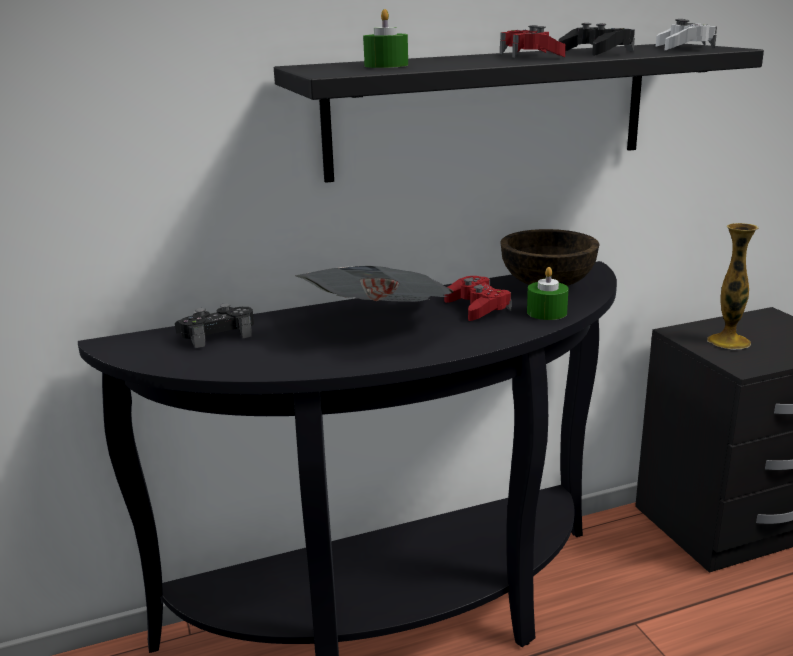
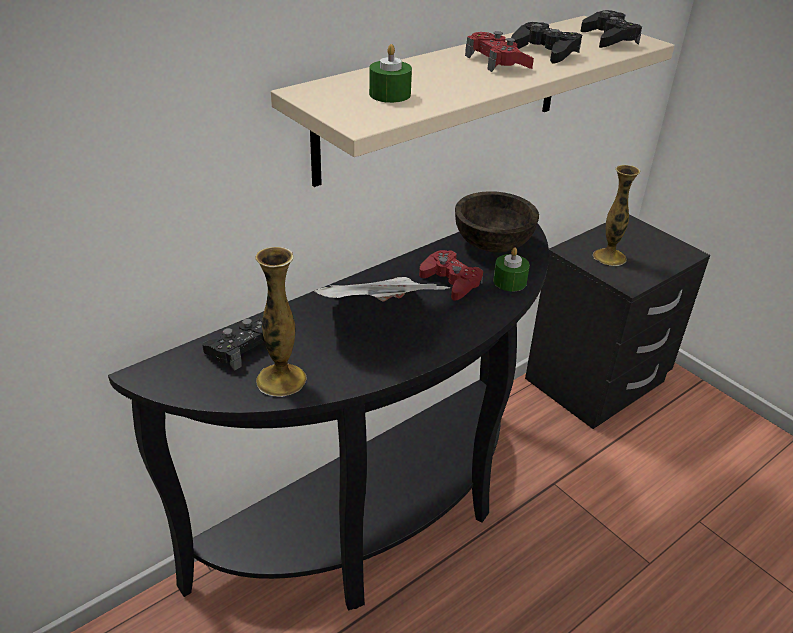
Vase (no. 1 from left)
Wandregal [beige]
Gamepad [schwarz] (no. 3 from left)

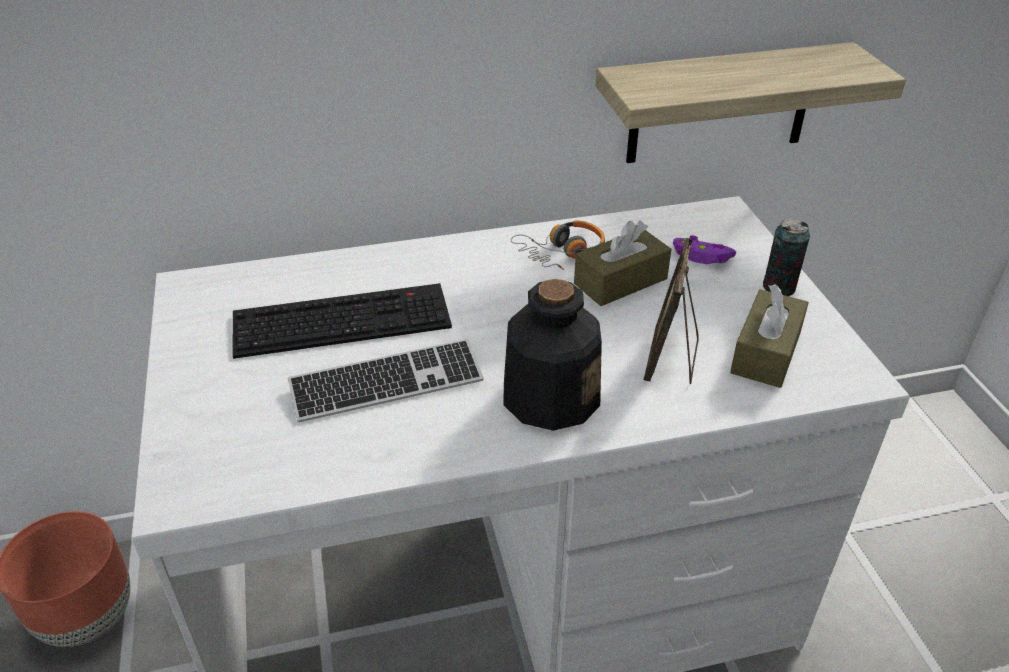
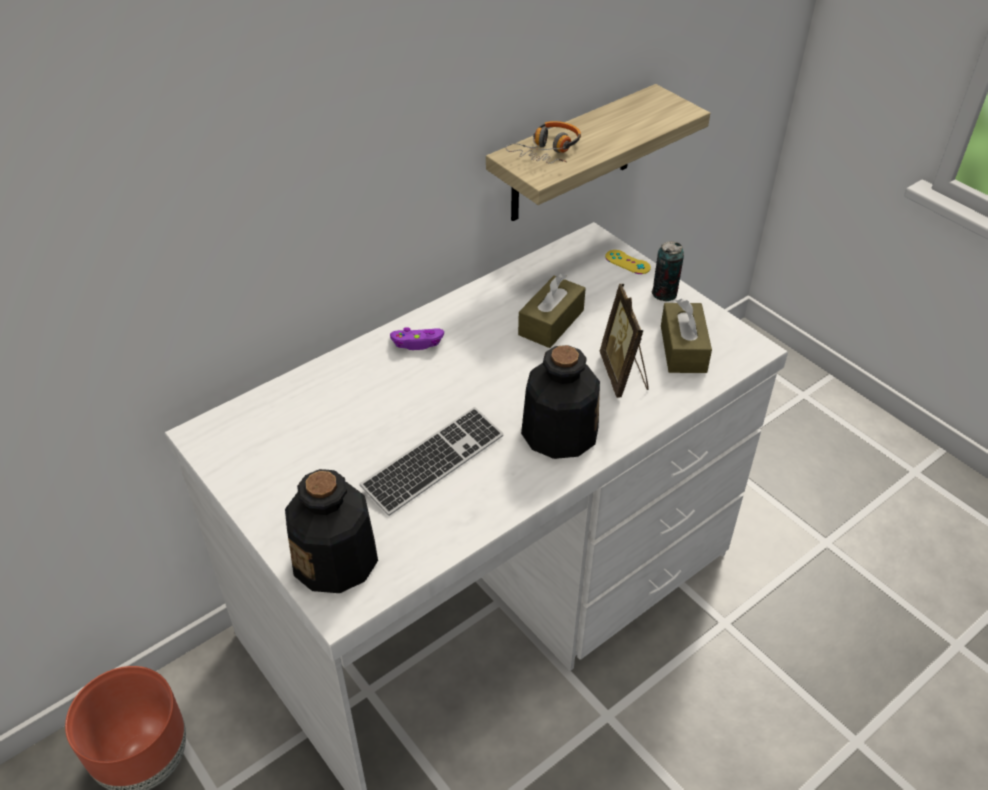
Tastatur (no. 1 from left in the first image)
Flasche (no. 1 from left)
Gamepad [gelb]
Kopfhörer
Gamepad [lila]

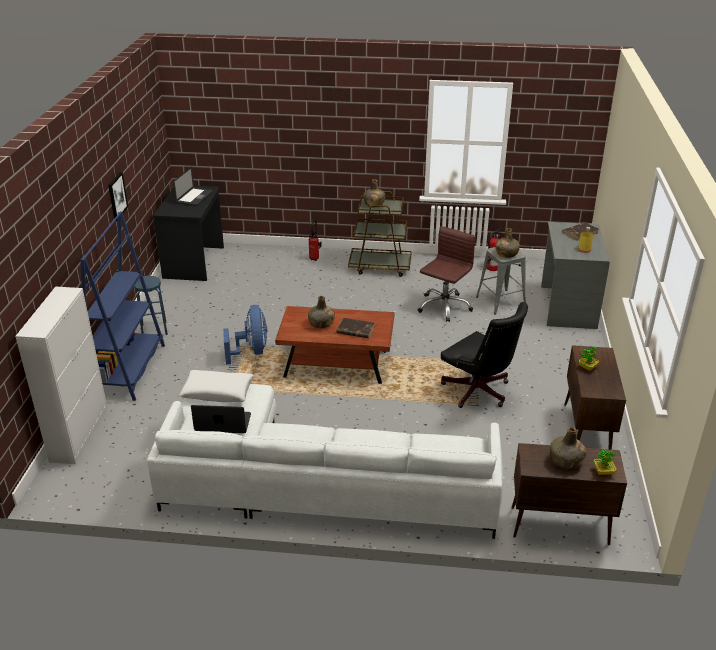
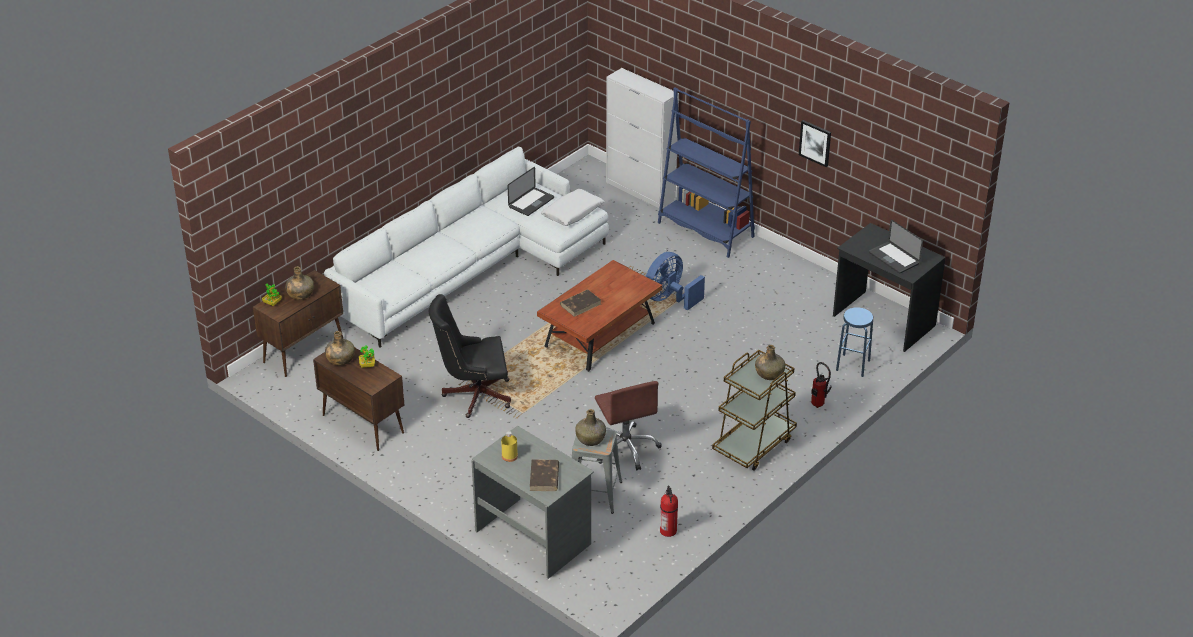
Hocker [blau]
Flasche [grün] (no. 2 from left)
Ventilator [blau]

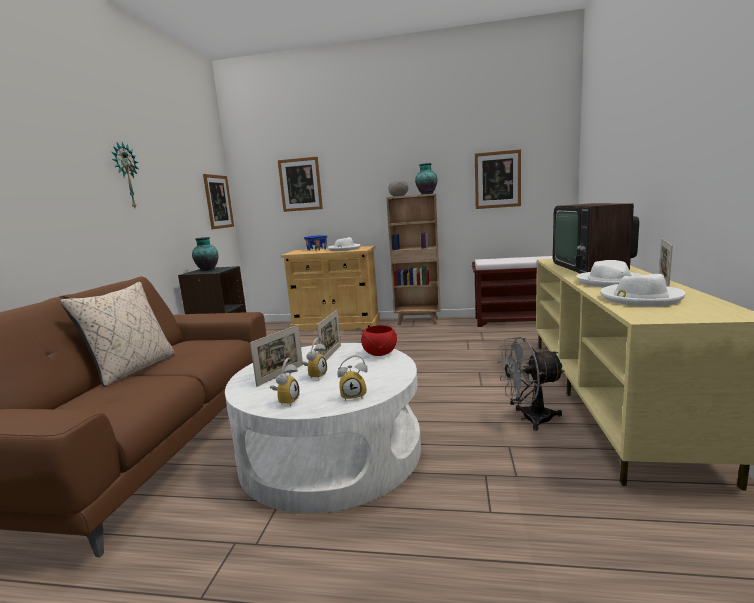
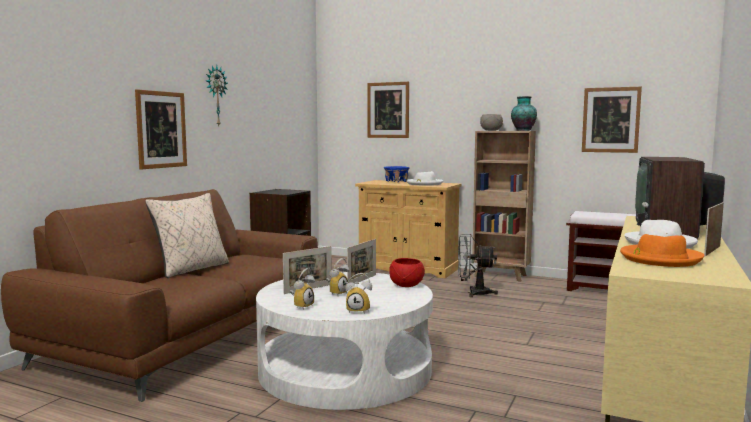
Vase (no. 1 from left in the first image)
Bild (no. 1 from left)
Ventilator [grau]
Hut [orange]

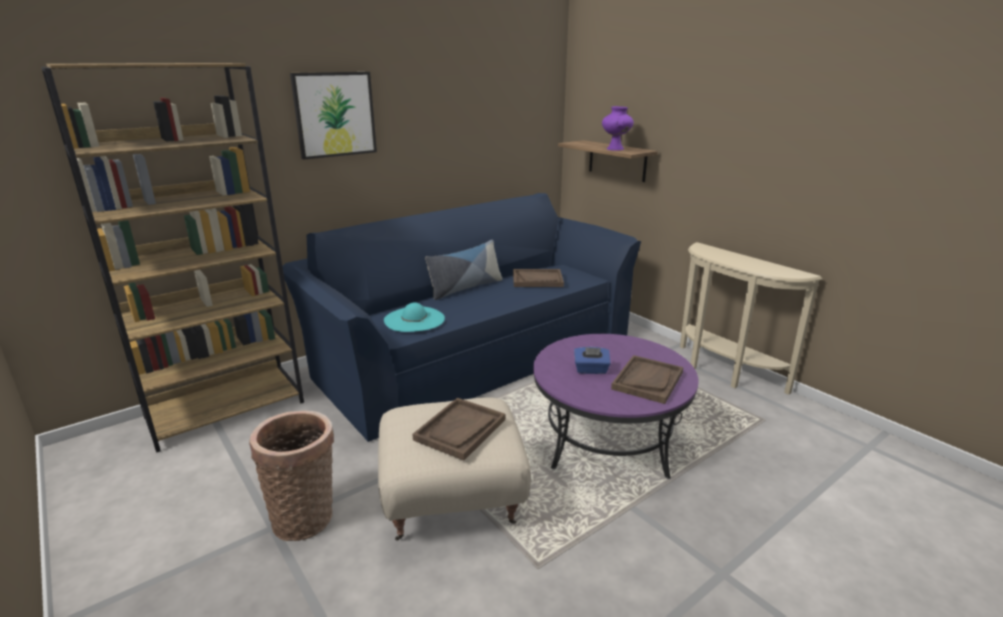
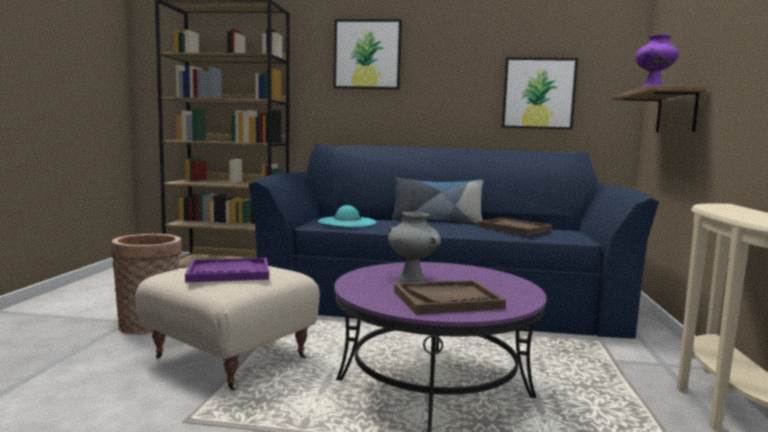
Bild (no. 2 from left)
Vase [grau]
Tablett [lila]

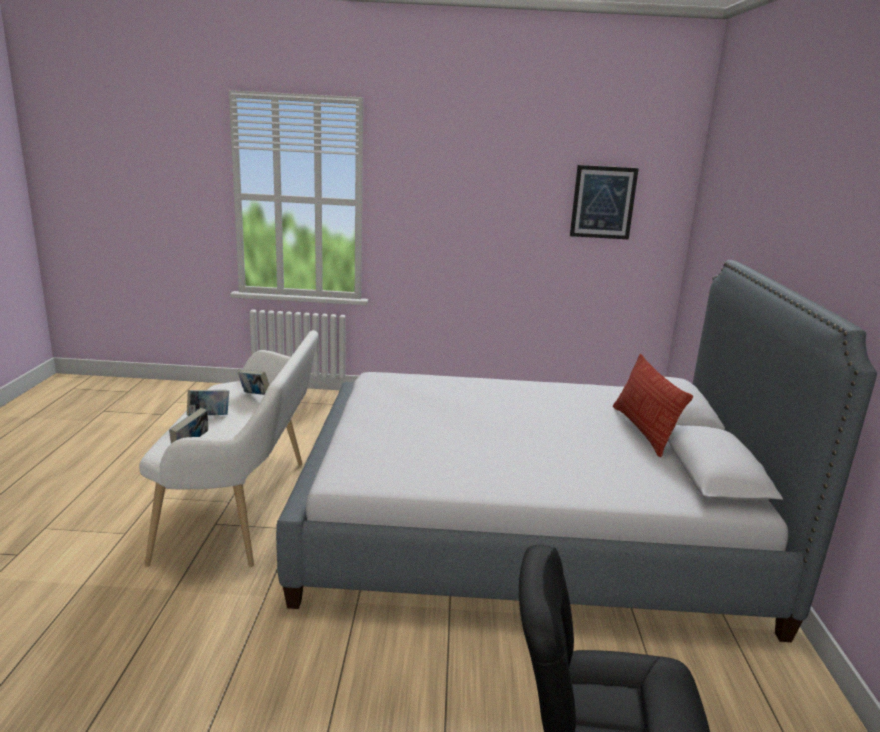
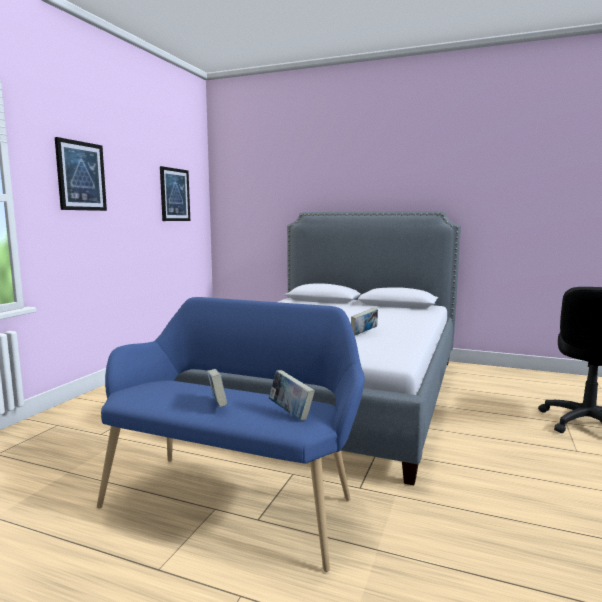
Kissen
Bild (no. 1 from left)
Buch (no. 3 from left)
Bank [blau]

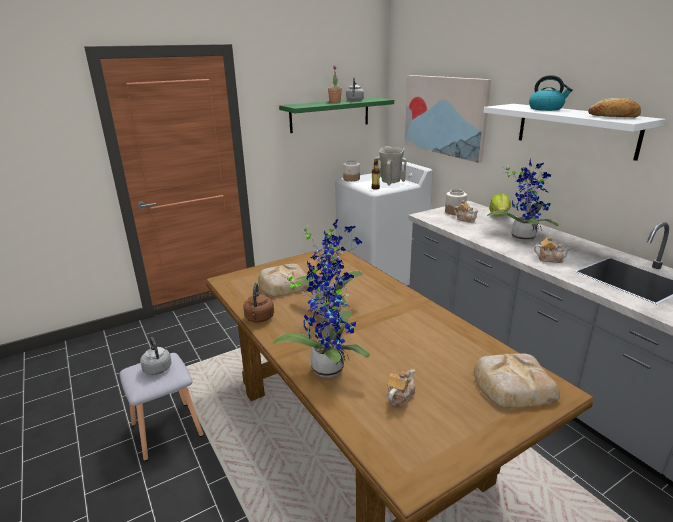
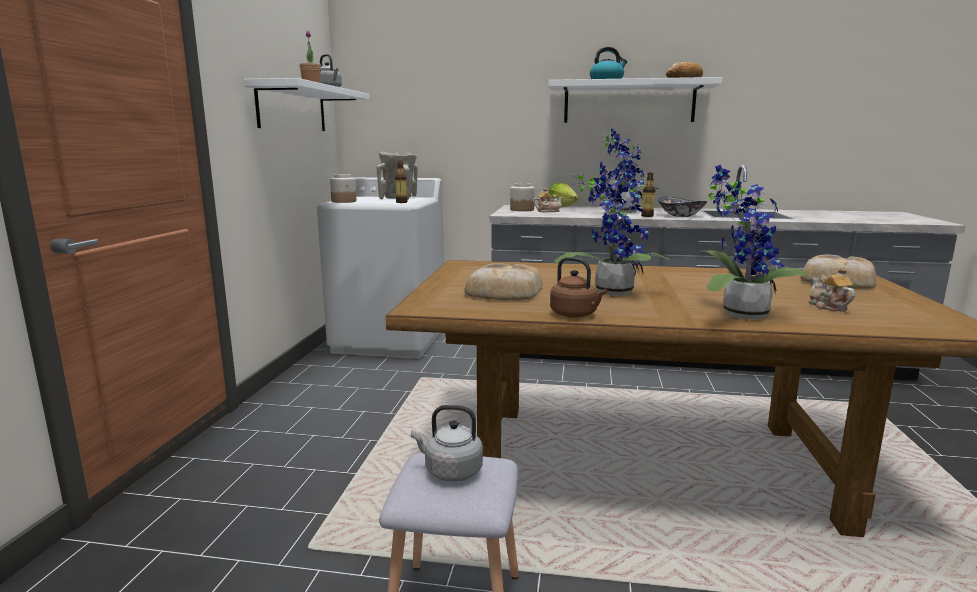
Bild
Flasche (no. 2 from left)
Schüssel
Wandregal [weiß] (no. 1 from left)

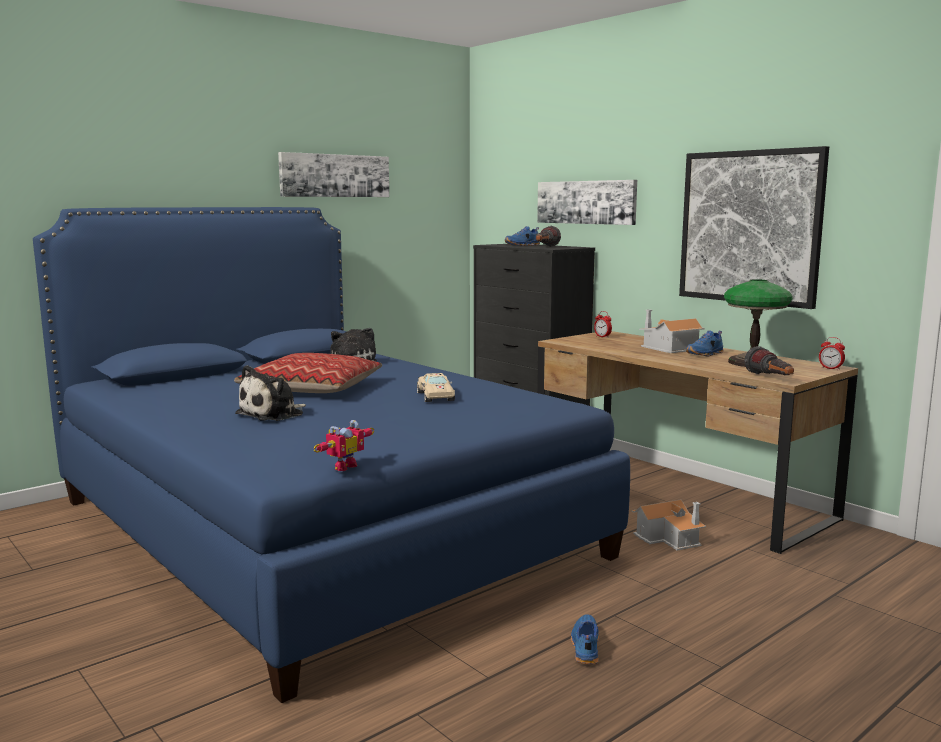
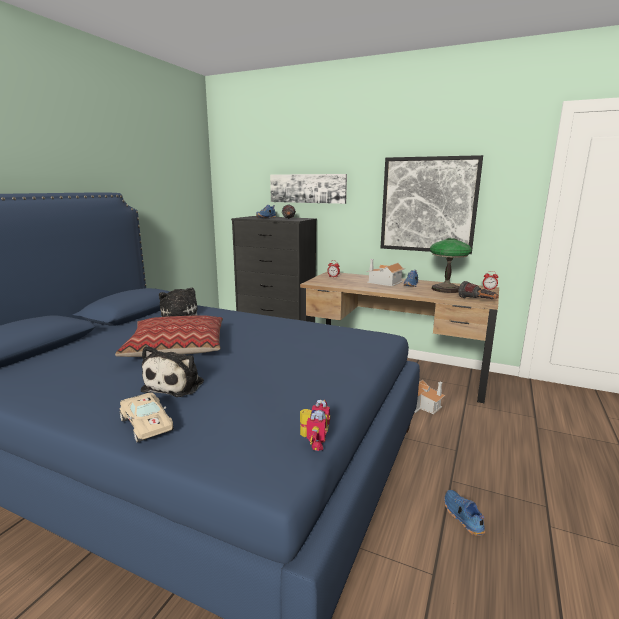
Bild (no. 1 from left in the first image)
Spielzeugauto [beige]

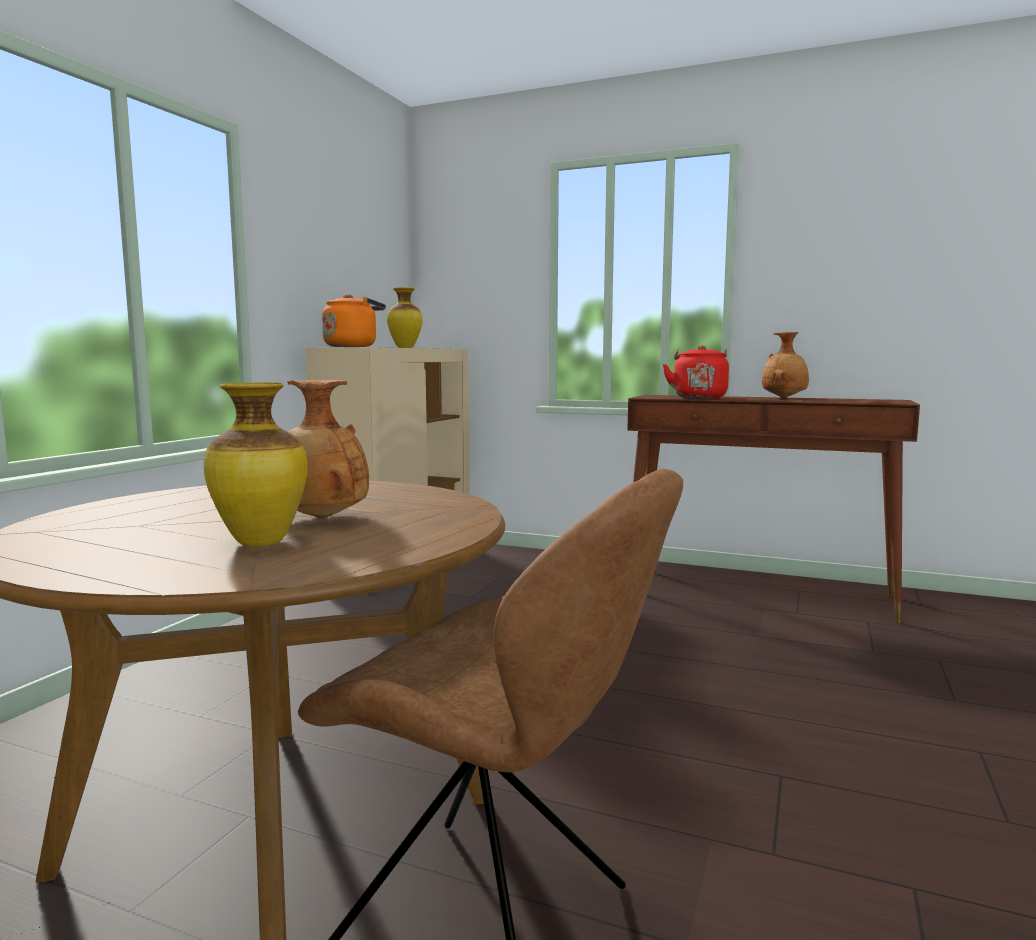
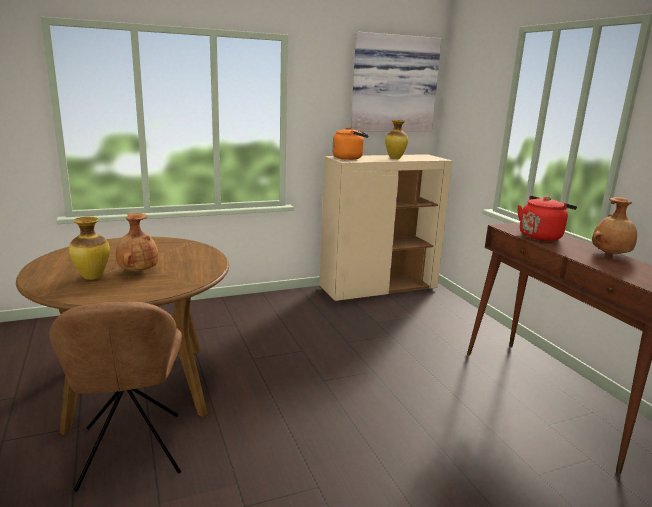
Bild

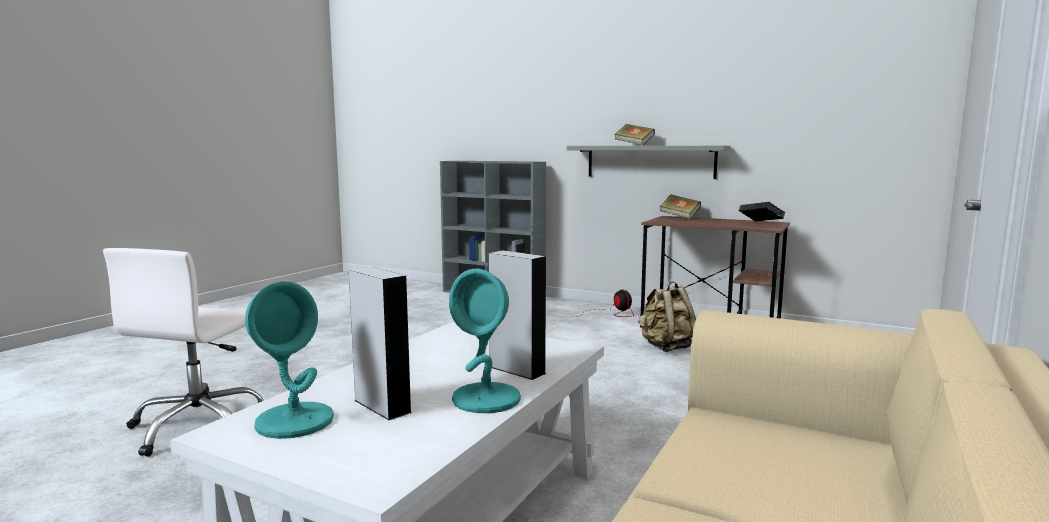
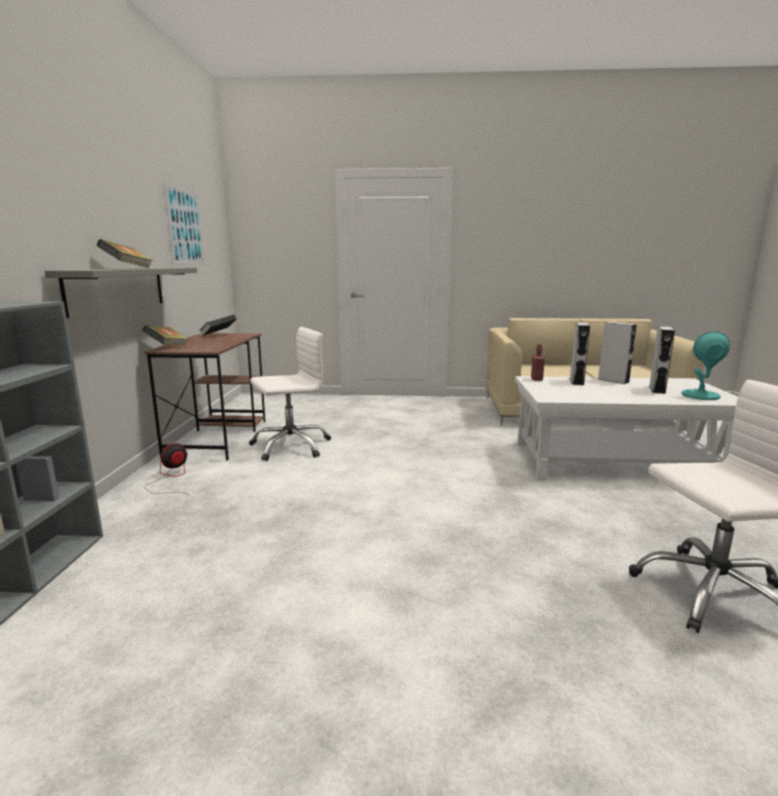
Bild
Flasche [rot]
Lautsprecher [grau] (no. 2 from left)
Bürostuhl [weiß] (no. 1 from left)

